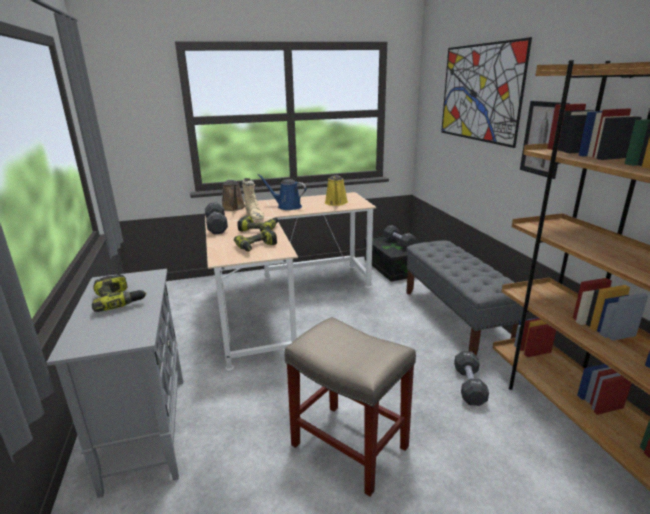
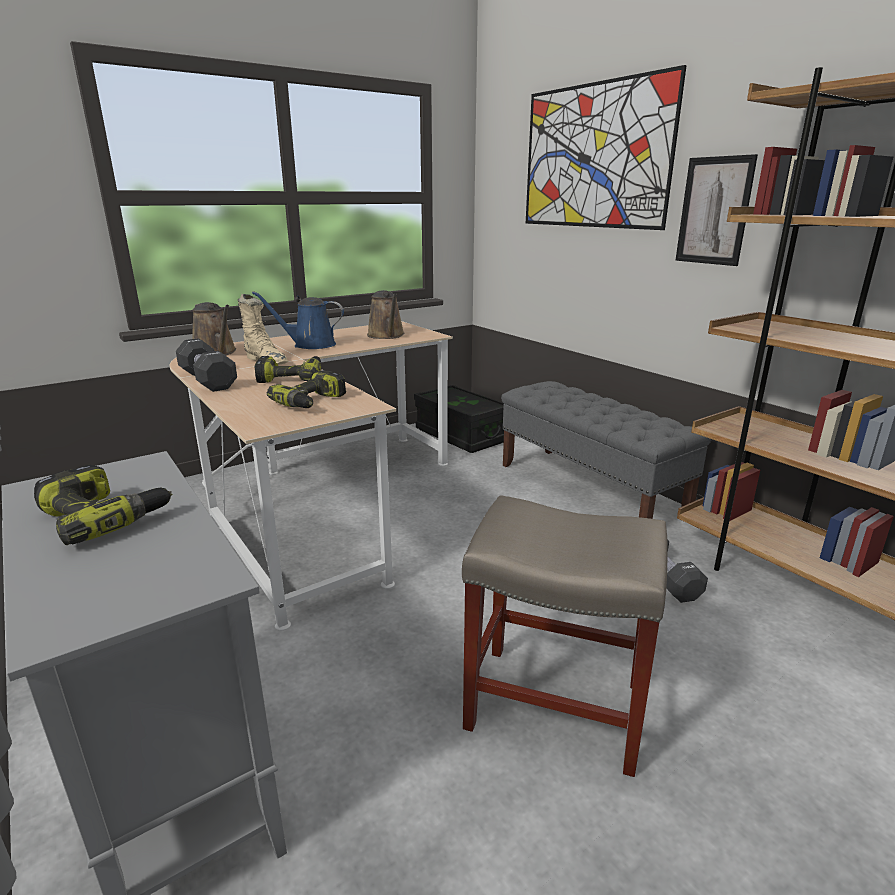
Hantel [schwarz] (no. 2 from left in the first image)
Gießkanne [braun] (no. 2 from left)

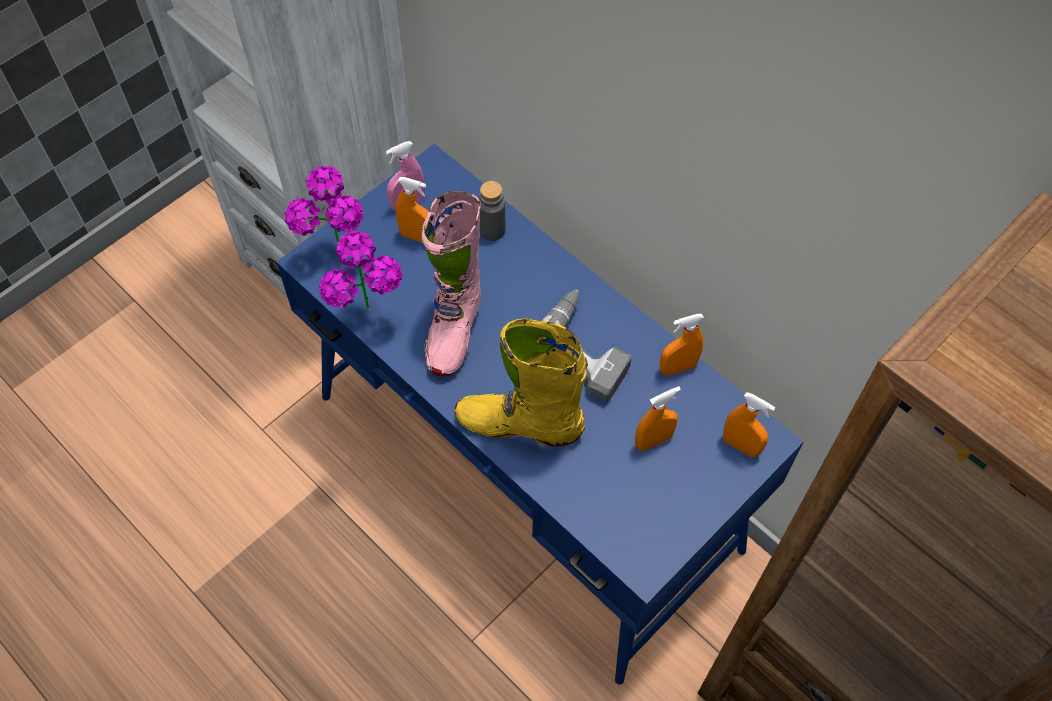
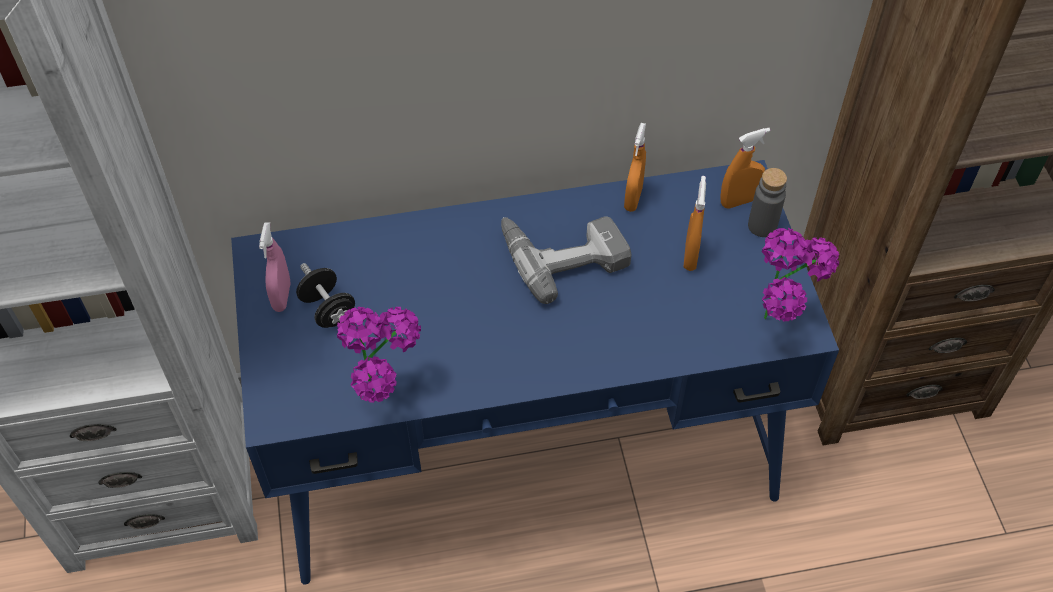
Stiefel [rosa]
Stiefel [gelb]
Topfpflanze (no. 2 from left)
Flasche [grau]
Hantel [schwarz]

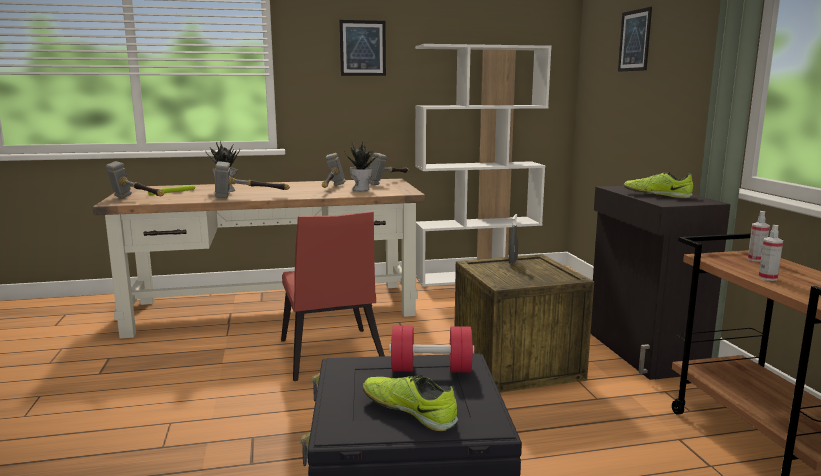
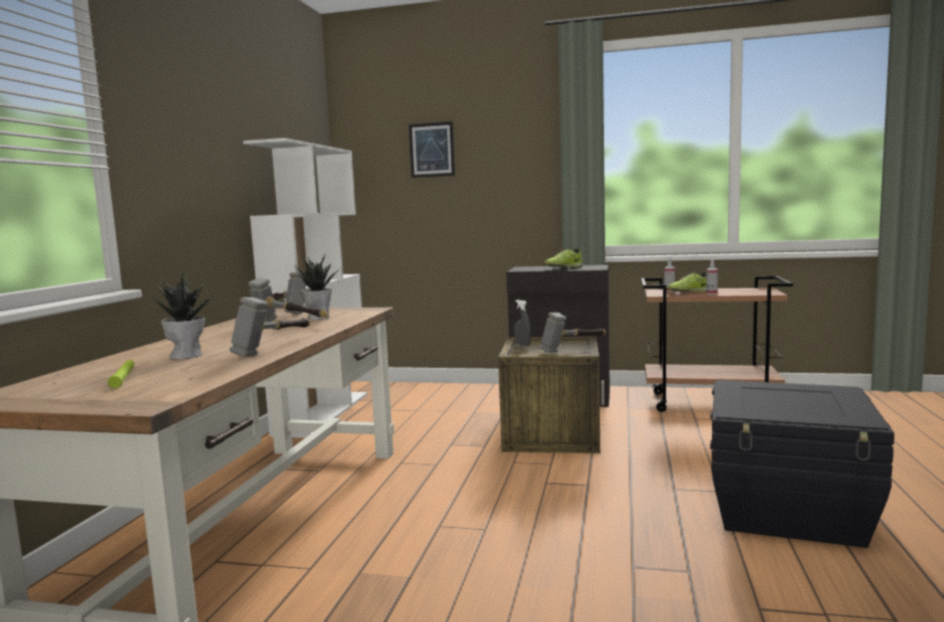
Stuhl [rot]
Bild (no. 1 from left in the first image)
Hantel [rot]
Hammer (no. 4 from left)
Schuh (no. 2 from left)

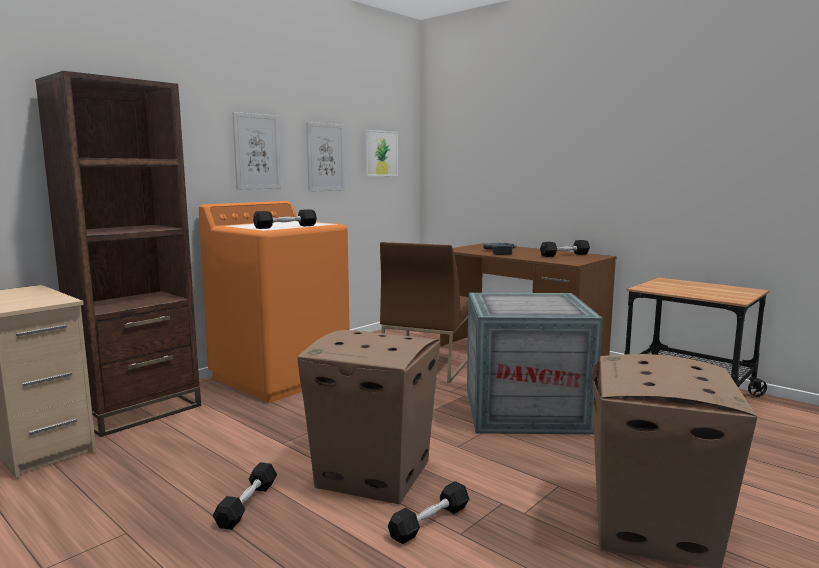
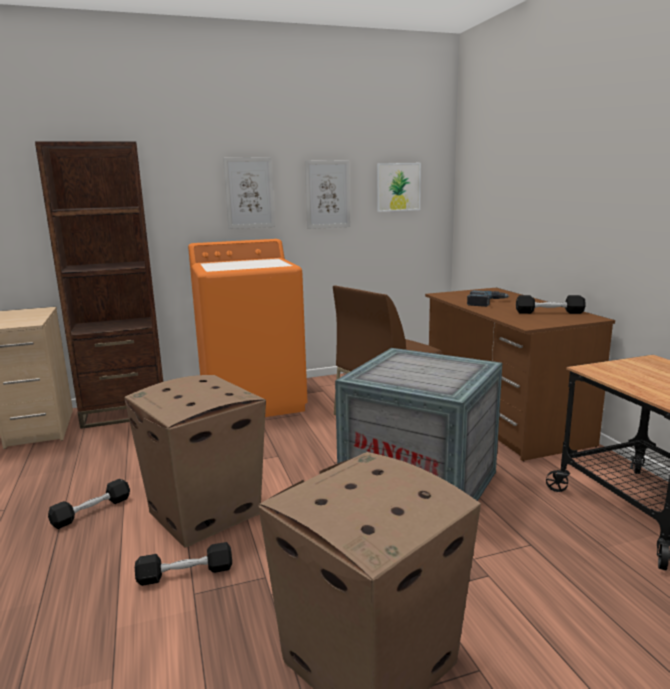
Hantel [schwarz] (no. 2 from left in the first image)

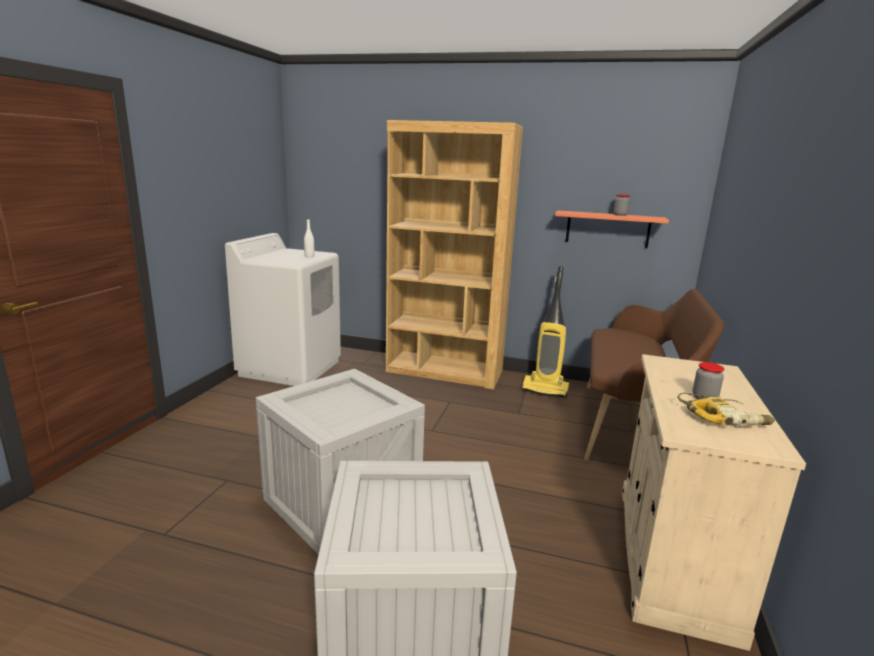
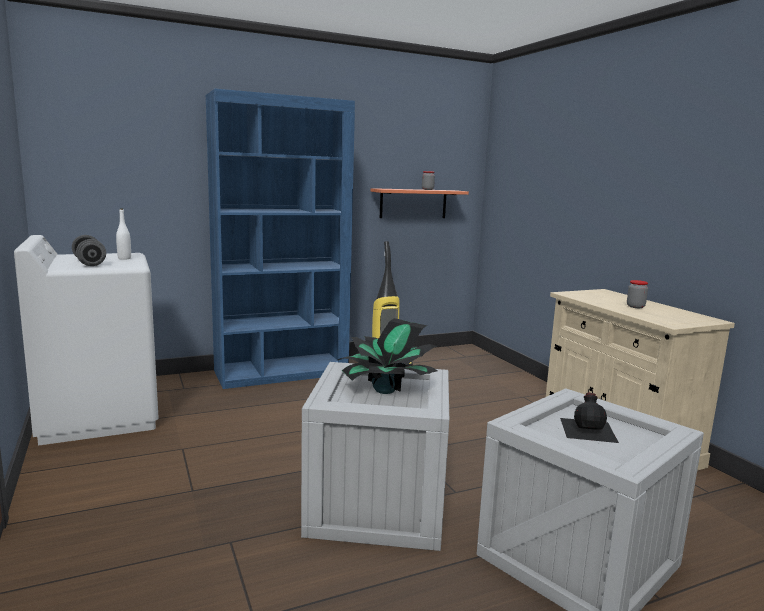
Bank [braun]
Bohrmaschine
Hantel [grau]
Topfpflanze
Flasche [schwarz]
Bücherregal [blau]

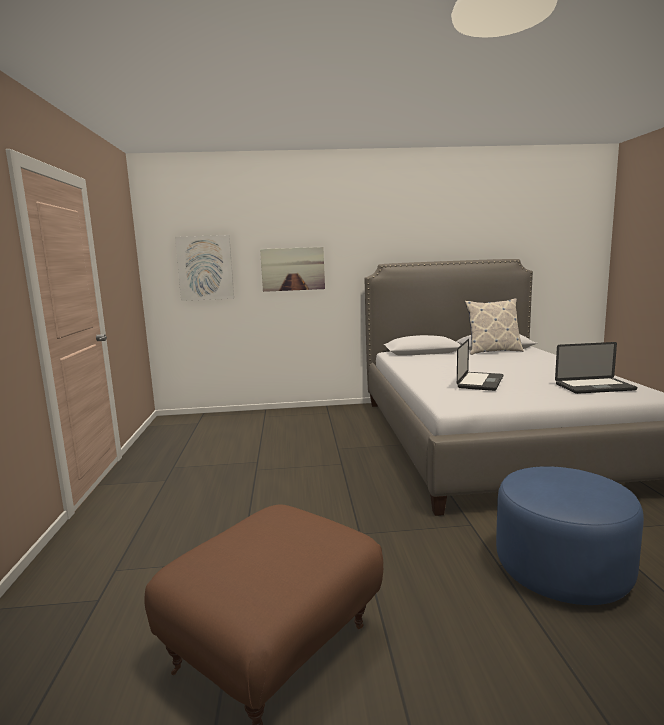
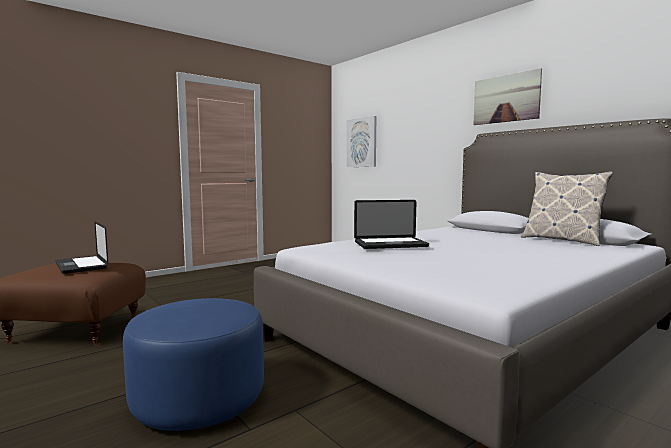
Bild (no. 2 from left)
Laptop (no. 1 from left)

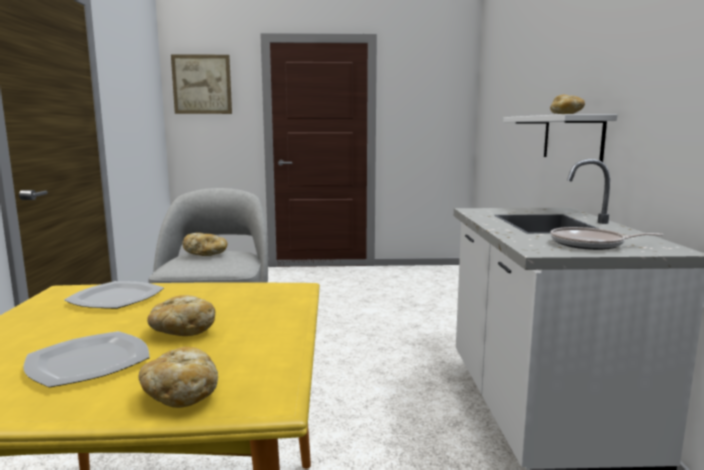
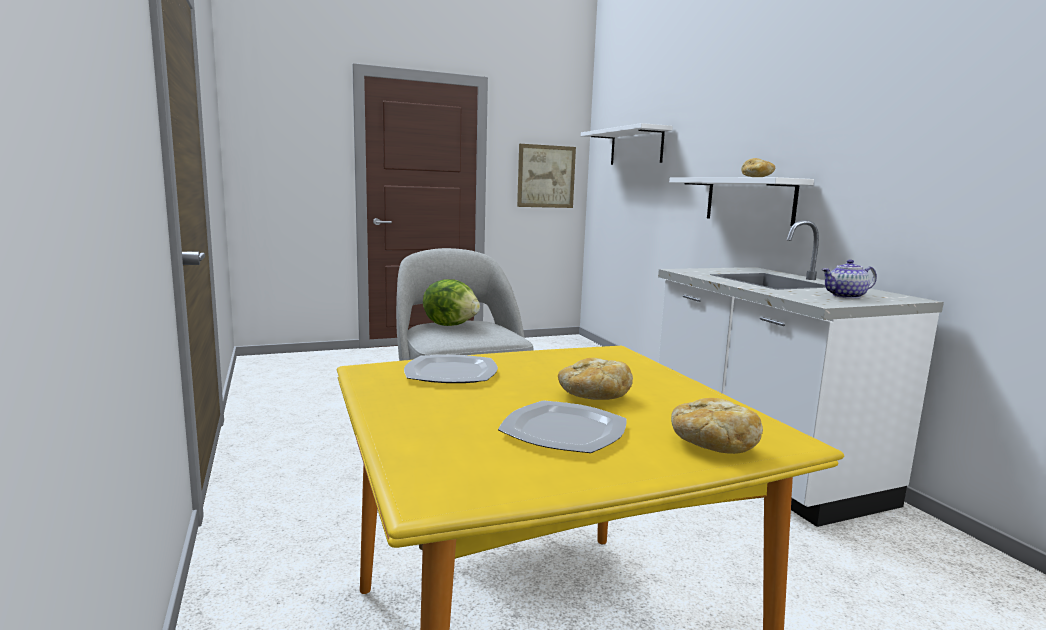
Wandregal [weiß] (no. 1 from left)
Bild
Salatkopf
Teekanne

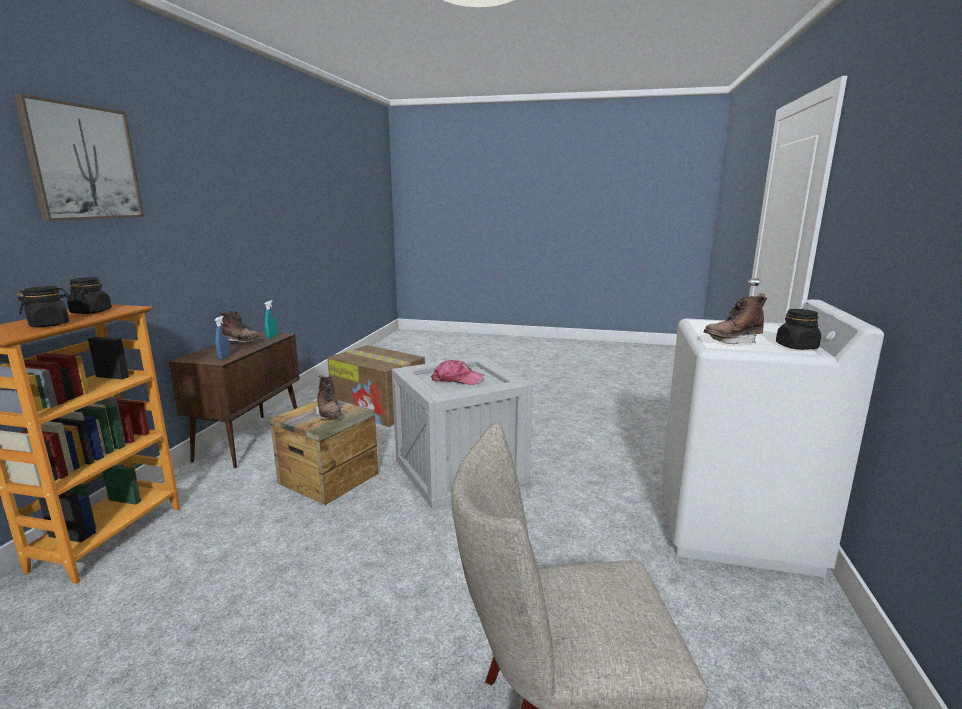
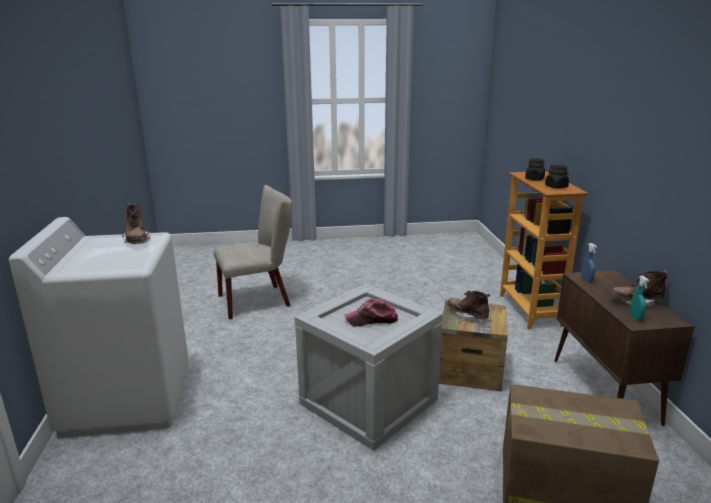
Bild
Vorratsglas [schwarz] (no. 3 from left in the first image)
Stiefel [braun] (no. 1 from left)

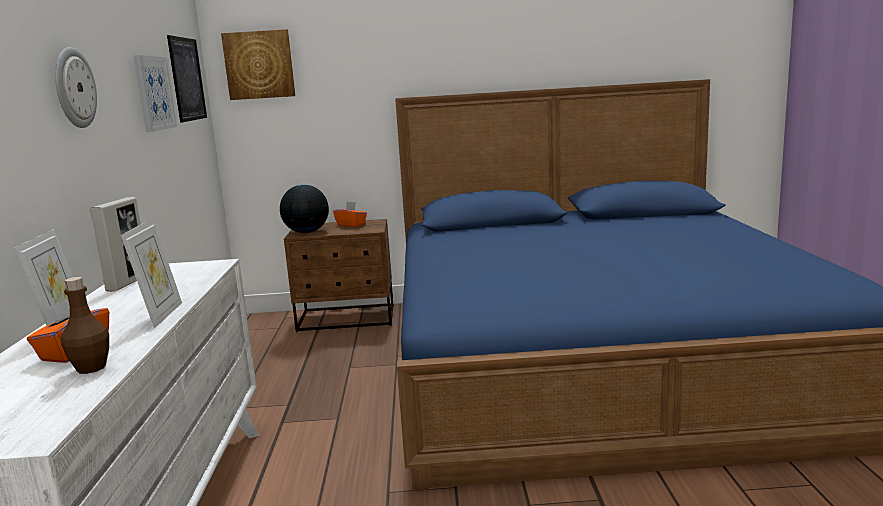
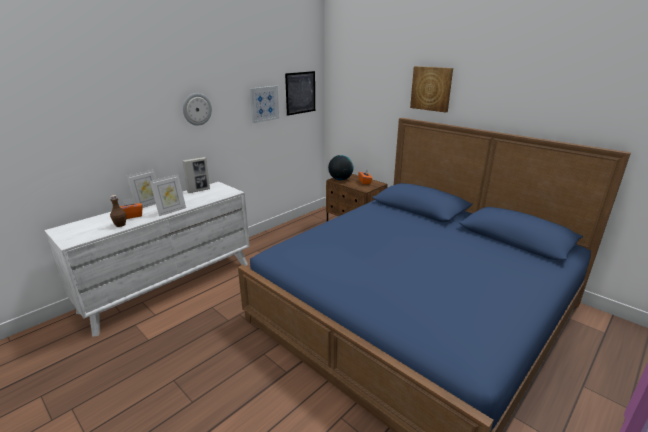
Bild (no. 3 from left)

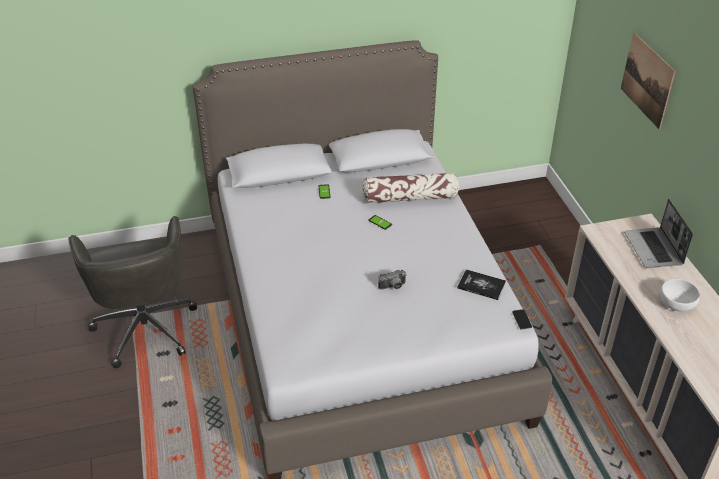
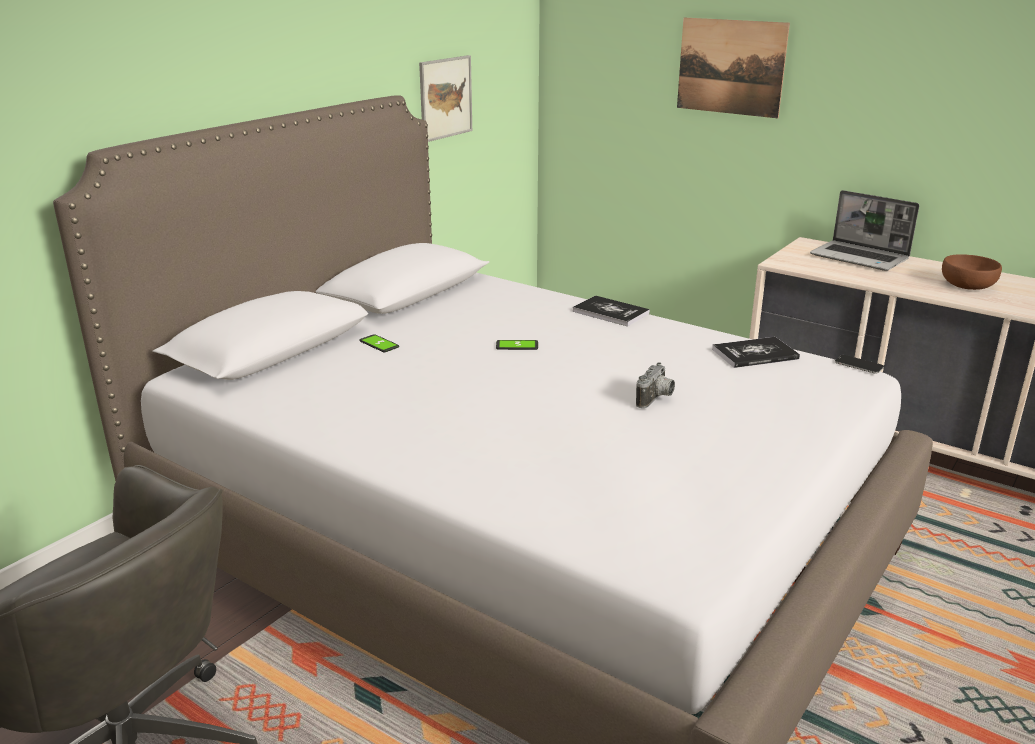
Kissen
Bild (no. 1 from left)
Buch (no. 1 from left)
Schüssel [braun]

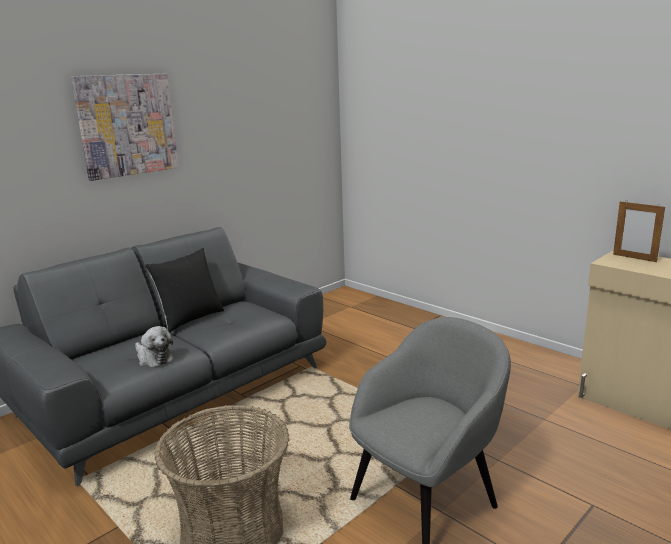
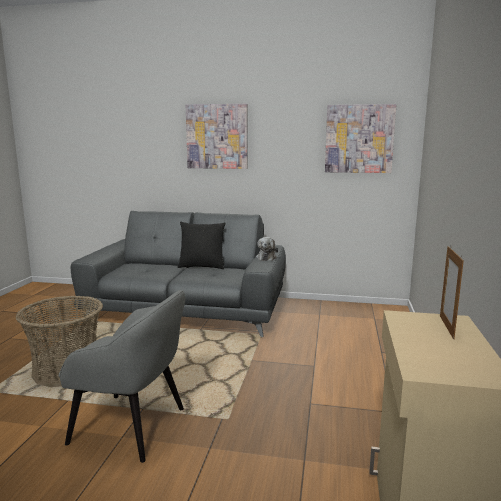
Bild (no. 2 from left)
Plüschtier

